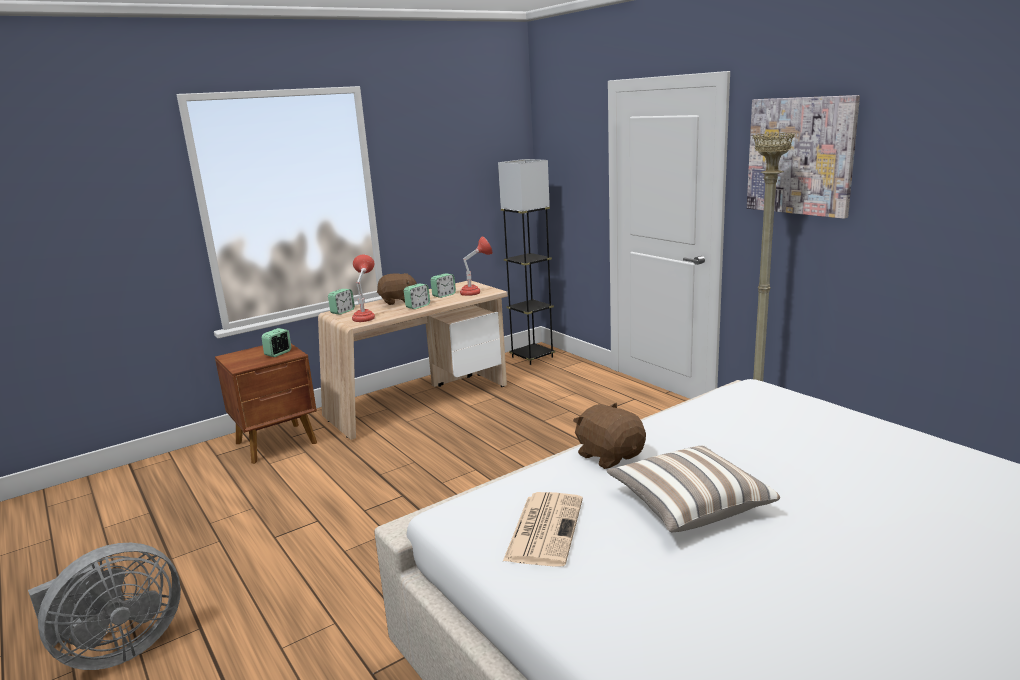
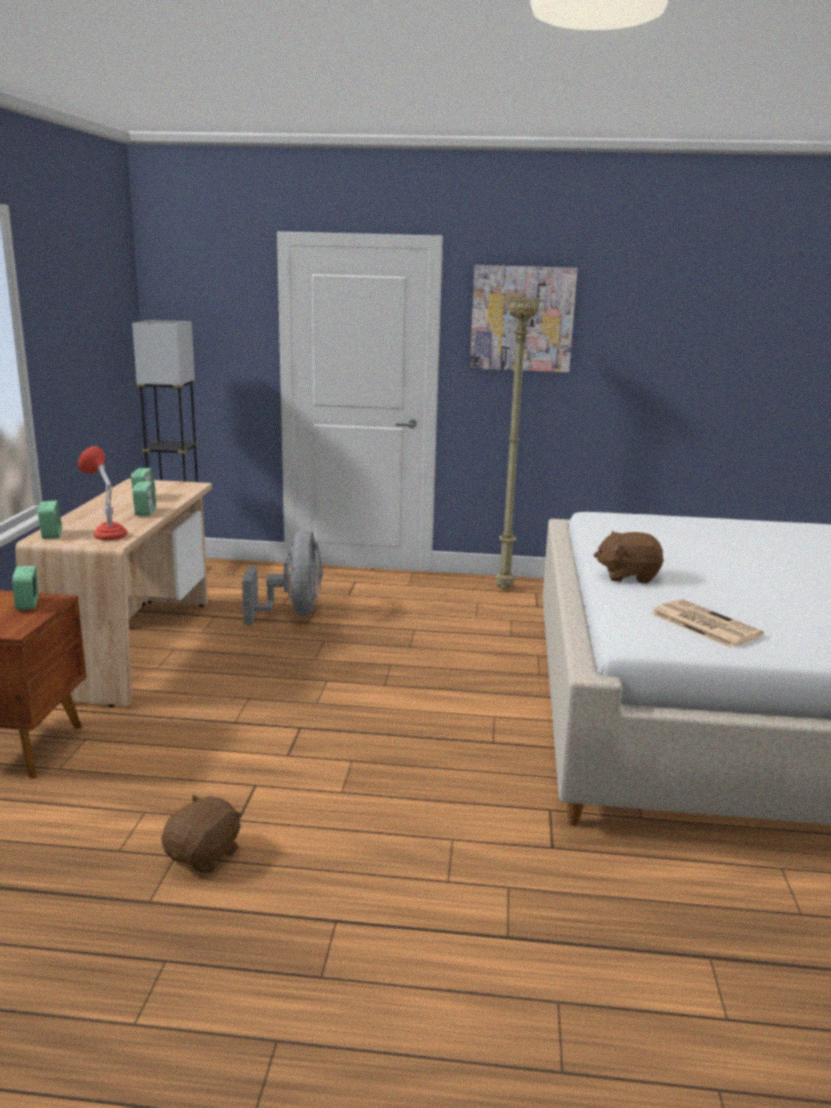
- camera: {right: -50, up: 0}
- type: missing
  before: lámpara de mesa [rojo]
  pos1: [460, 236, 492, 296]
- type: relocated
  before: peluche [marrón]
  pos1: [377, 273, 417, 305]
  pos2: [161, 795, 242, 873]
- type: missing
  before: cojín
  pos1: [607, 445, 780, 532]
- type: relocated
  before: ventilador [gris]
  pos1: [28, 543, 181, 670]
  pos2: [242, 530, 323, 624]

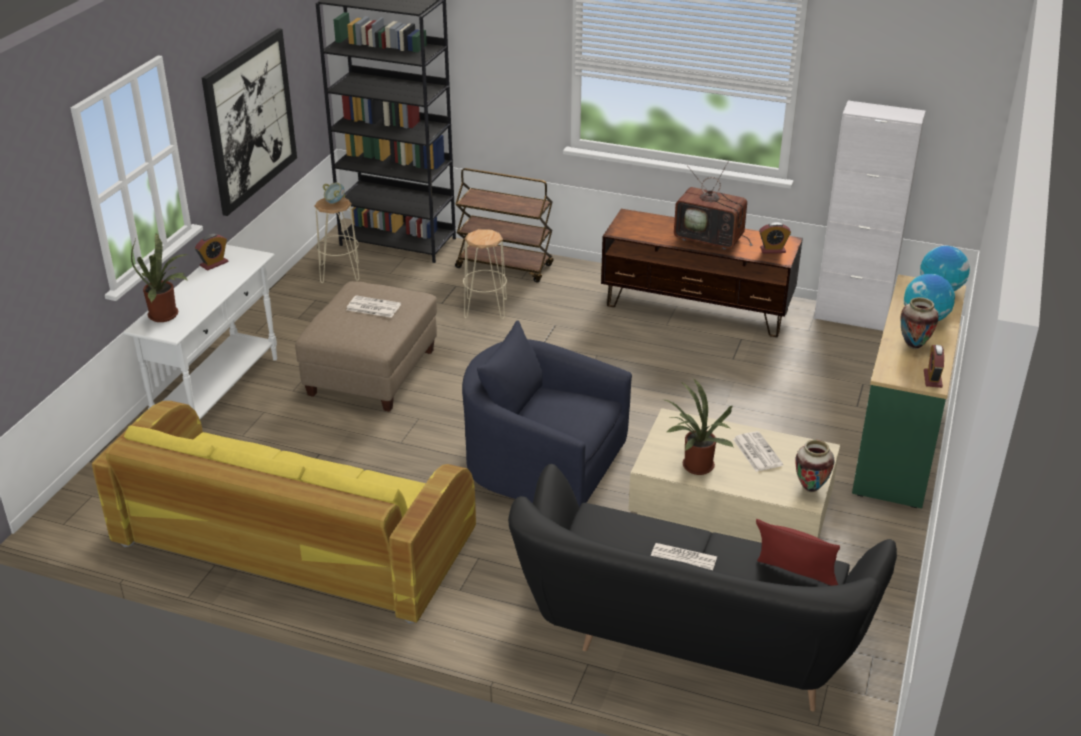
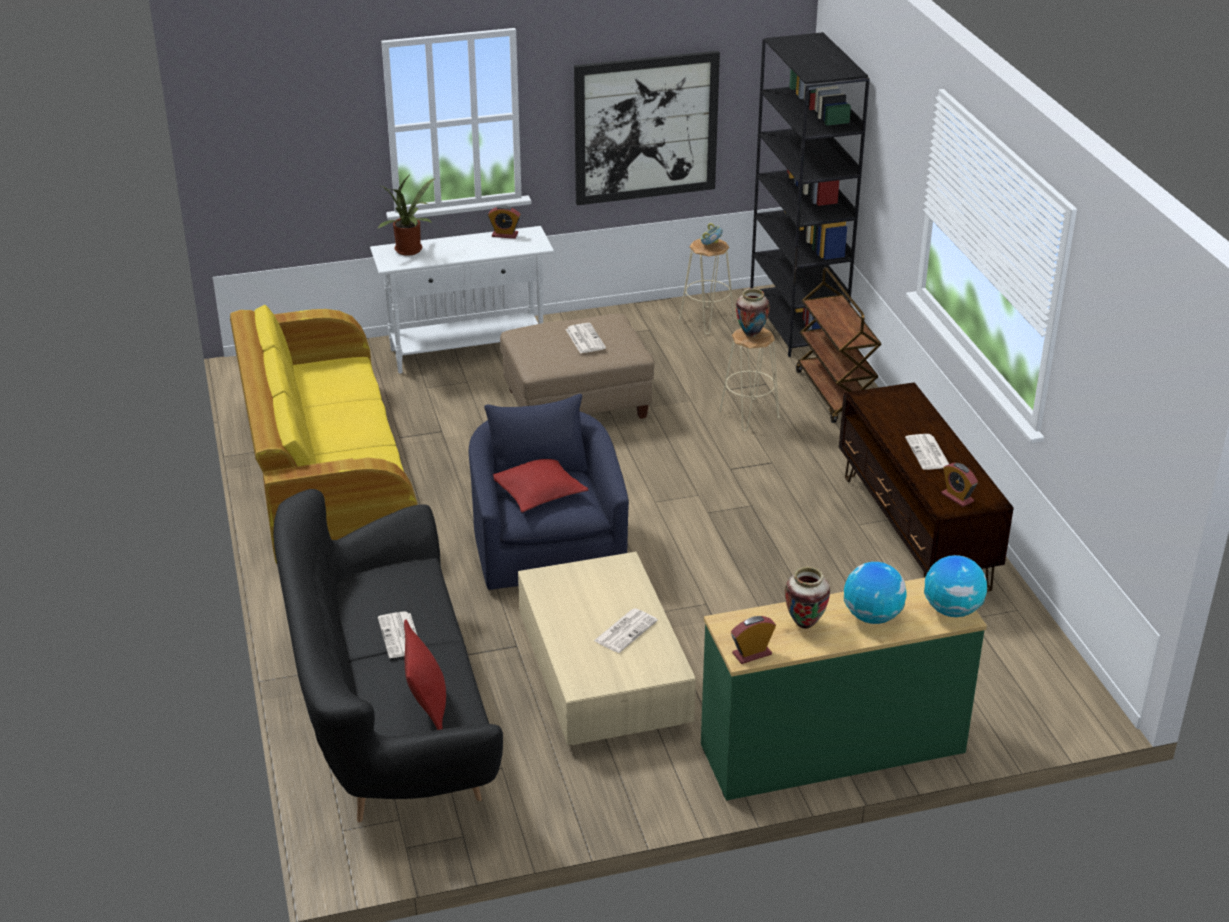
- camera: {right: 55, up: 0}
- type: missing
  before: armario [blanco]
  pos1: [814, 101, 926, 331]
- type: exchanged
  before: televisor
  after: periódico
  pos1: [674, 161, 752, 250]
  pos2: [905, 434, 949, 470]
- type: missing
  before: planta en maceta
  pos1: [665, 378, 734, 475]
- type: relocated
  before: florero
  pos1: [795, 440, 835, 492]
  pos2: [736, 288, 770, 337]
- type: appeared
  after: cojín [rojo]
  pos2: [493, 459, 588, 513]

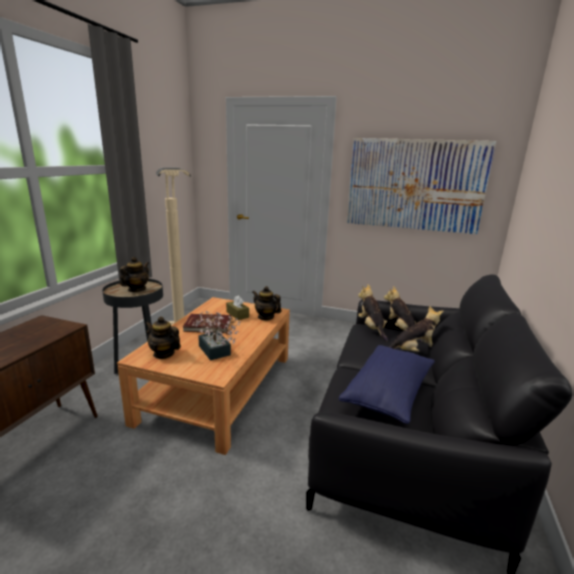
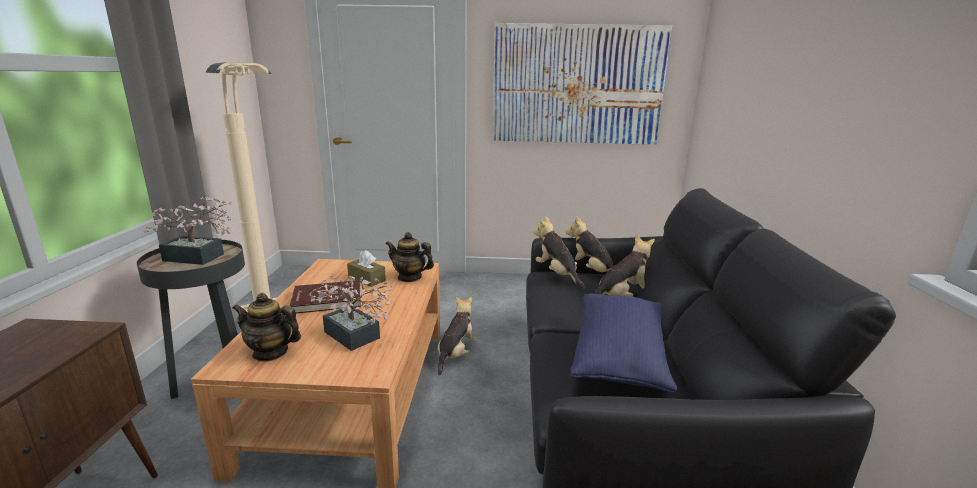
- camera: {right: -15, up: 0}
- type: exchanged
  before: tetera
  after: planta en maceta
  pos1: [120, 257, 149, 292]
  pos2: [144, 197, 232, 265]
- type: appeared
  after: peluche
  pos2: [438, 297, 478, 376]

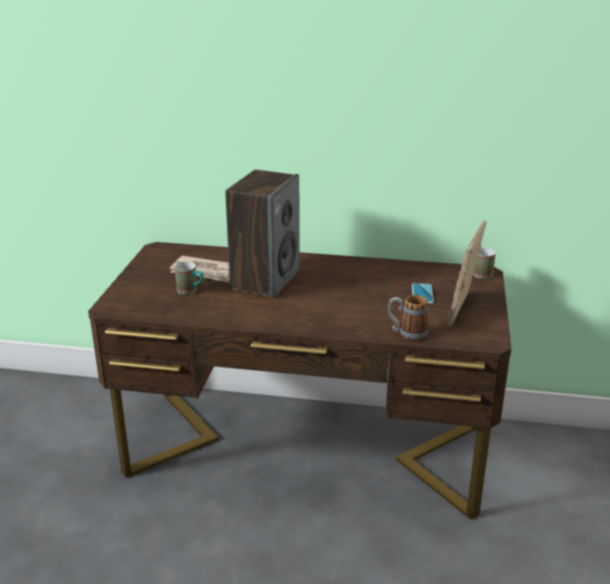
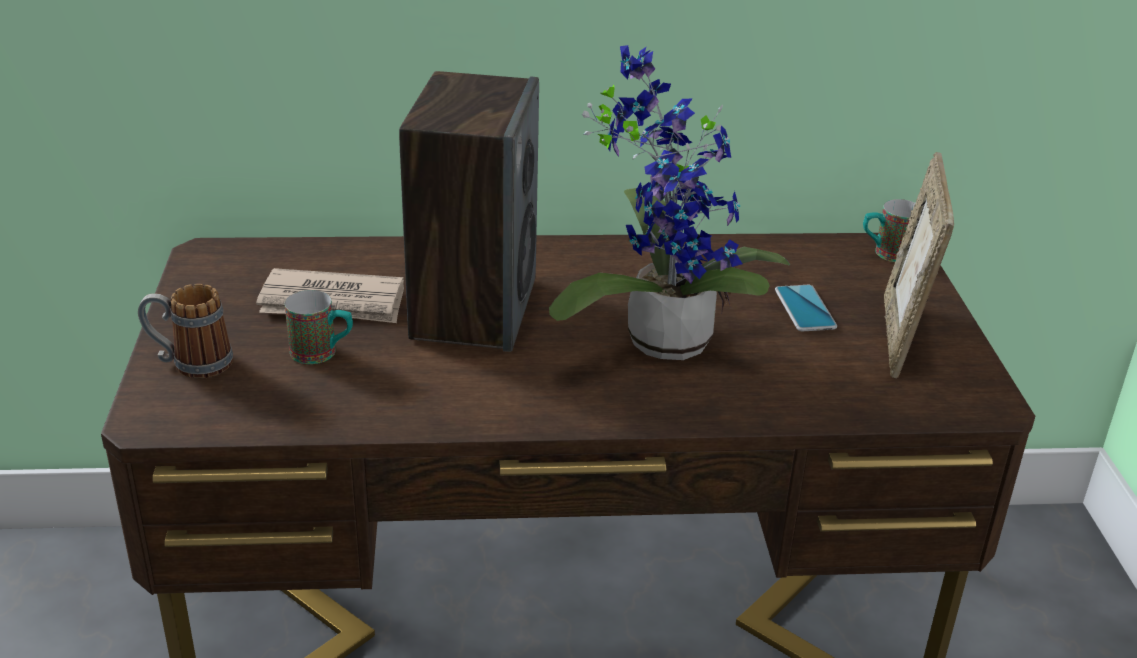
- camera: {right: -15, up: 5}
- type: relocated
  before: taza grande
  pos1: [388, 295, 428, 341]
  pos2: [138, 284, 233, 379]
- type: appeared
  after: planta en maceta
  pos2: [549, 45, 790, 360]

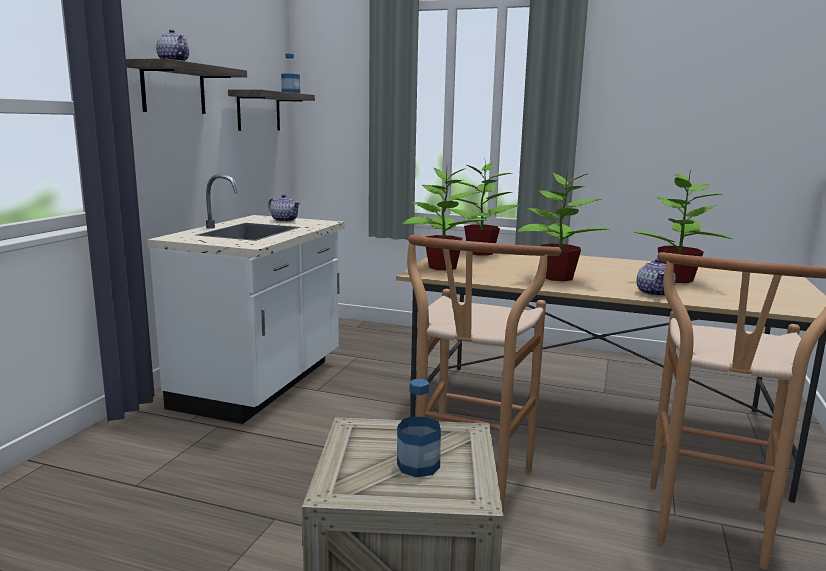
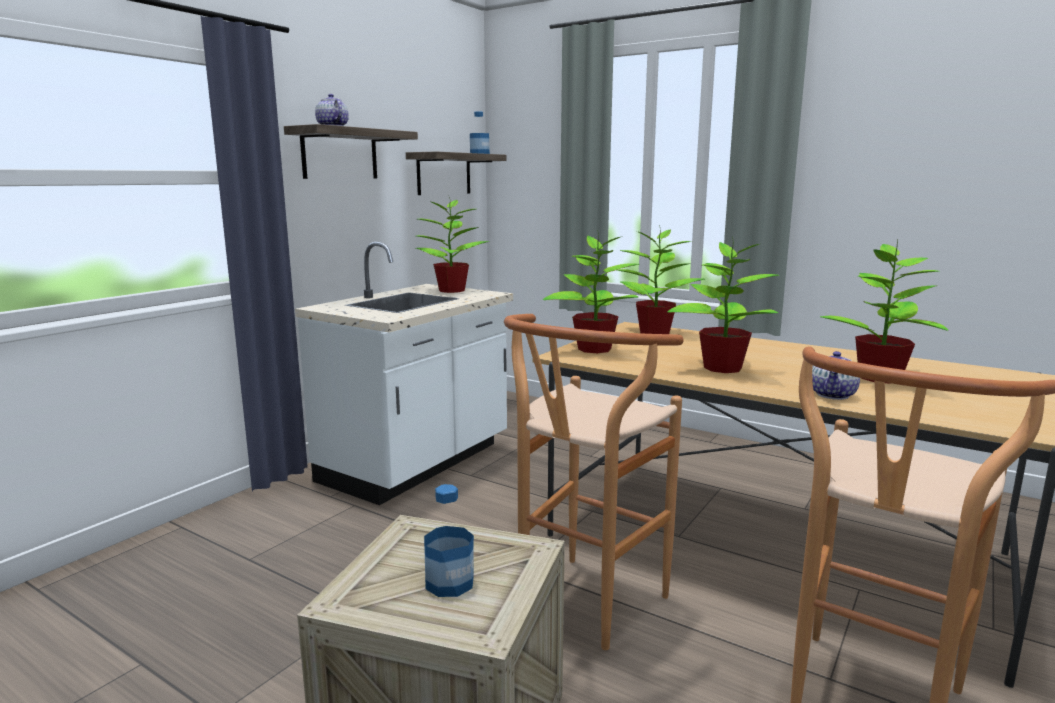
- camera: {right: 15, up: 0}
- type: exchanged
  before: tetera
  after: planta en maceta
  pos1: [268, 194, 300, 222]
  pos2: [416, 196, 490, 293]

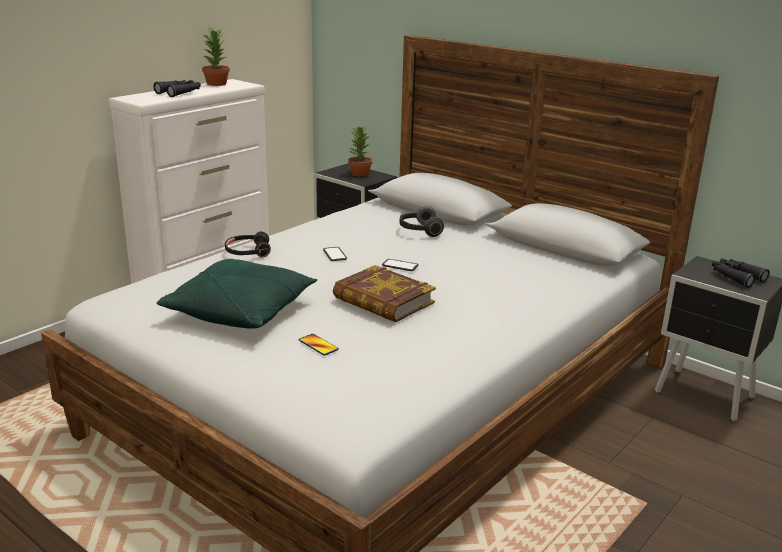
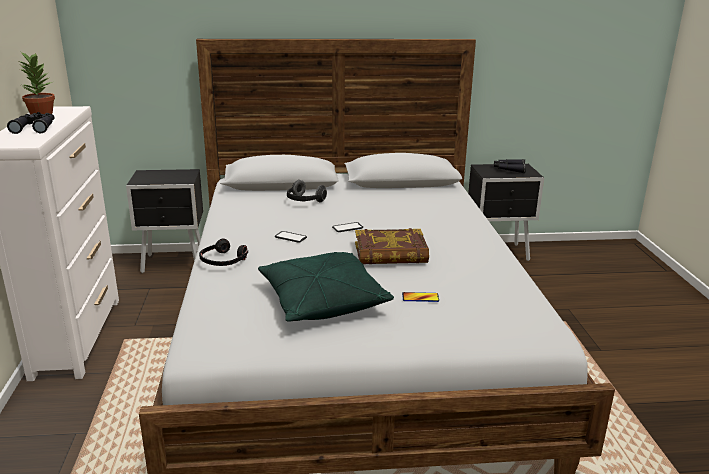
- camera: {right: -45, up: 0}
- type: missing
  before: planta en maceta
  pos1: [348, 126, 373, 177]

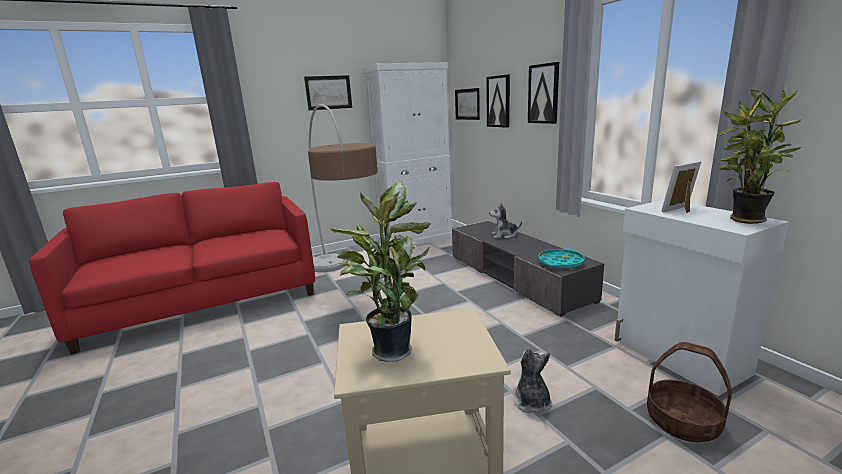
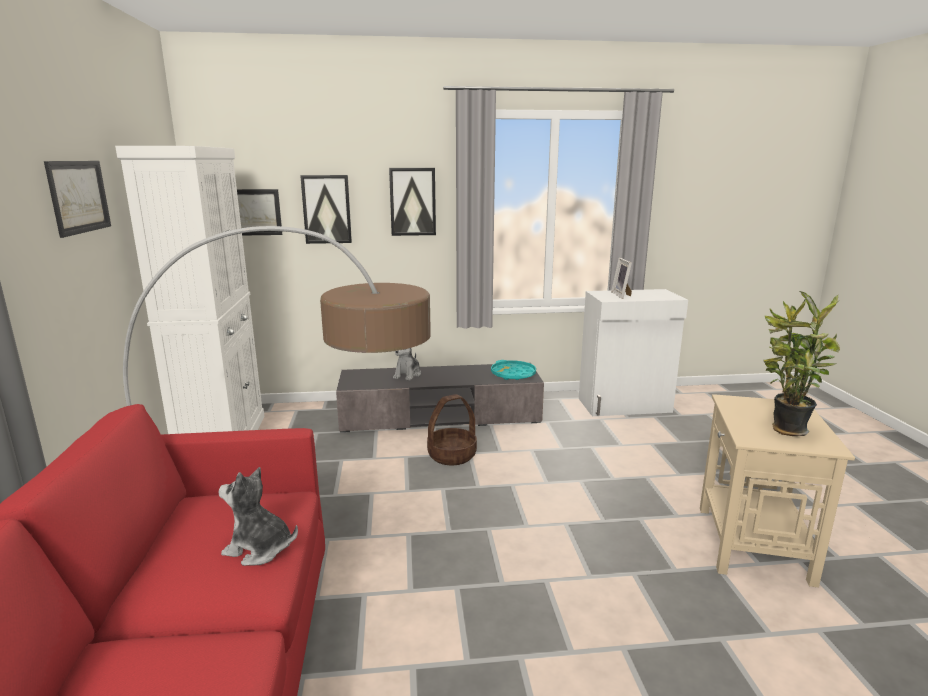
- camera: {right: -70, up: 0}
- type: missing
  before: planta en maceta
  pos1: [718, 89, 802, 224]
- type: relocated
  before: cesta
  pos1: [647, 342, 732, 442]
  pos2: [427, 394, 477, 465]
- type: relocated
  before: peluche
  pos1: [513, 348, 552, 413]
  pos2: [219, 467, 298, 566]

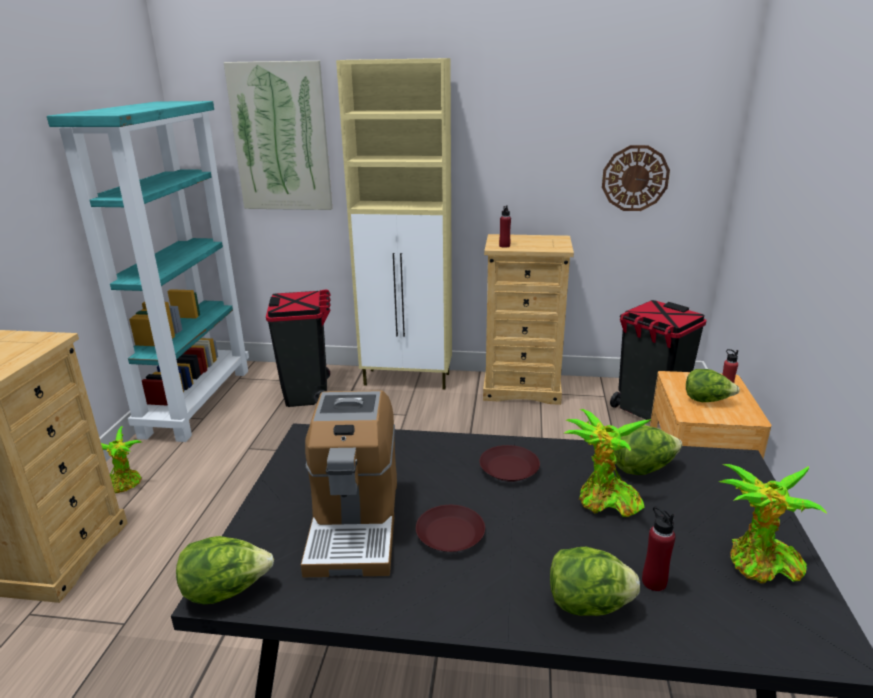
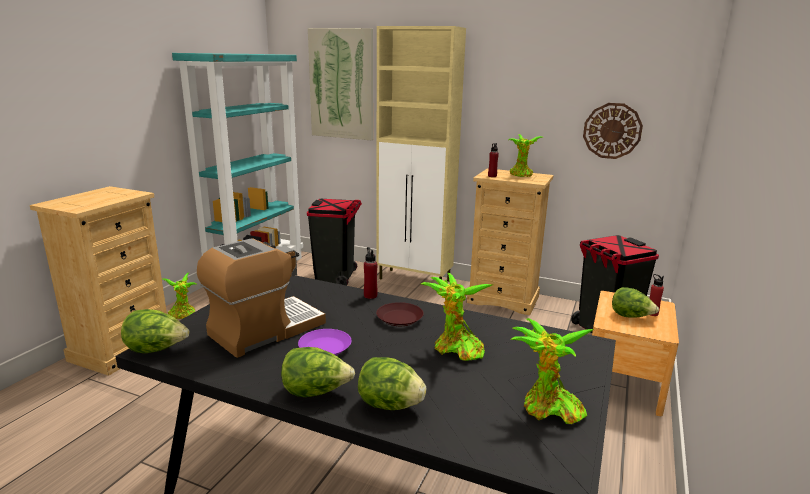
- camera: {right: 15, up: -5}
- type: spun
  before: cafetera
  pos1: [301, 390, 397, 577]
  pos2: [197, 238, 326, 358]
  turn: -150
- type: relocated
  before: lechuga
  pos1: [614, 425, 682, 475]
  pos2: [281, 347, 355, 397]
- type: colour
  before: plato [marrón]
  after: plato [morado]
  pos1: [416, 505, 485, 552]
  pos2: [298, 329, 351, 355]
- type: relocated
  before: botella [rojo]
  pos1: [642, 506, 676, 591]
  pos2: [364, 247, 378, 299]
- type: appeared
  after: planta en maceta
  pos2: [508, 134, 542, 177]

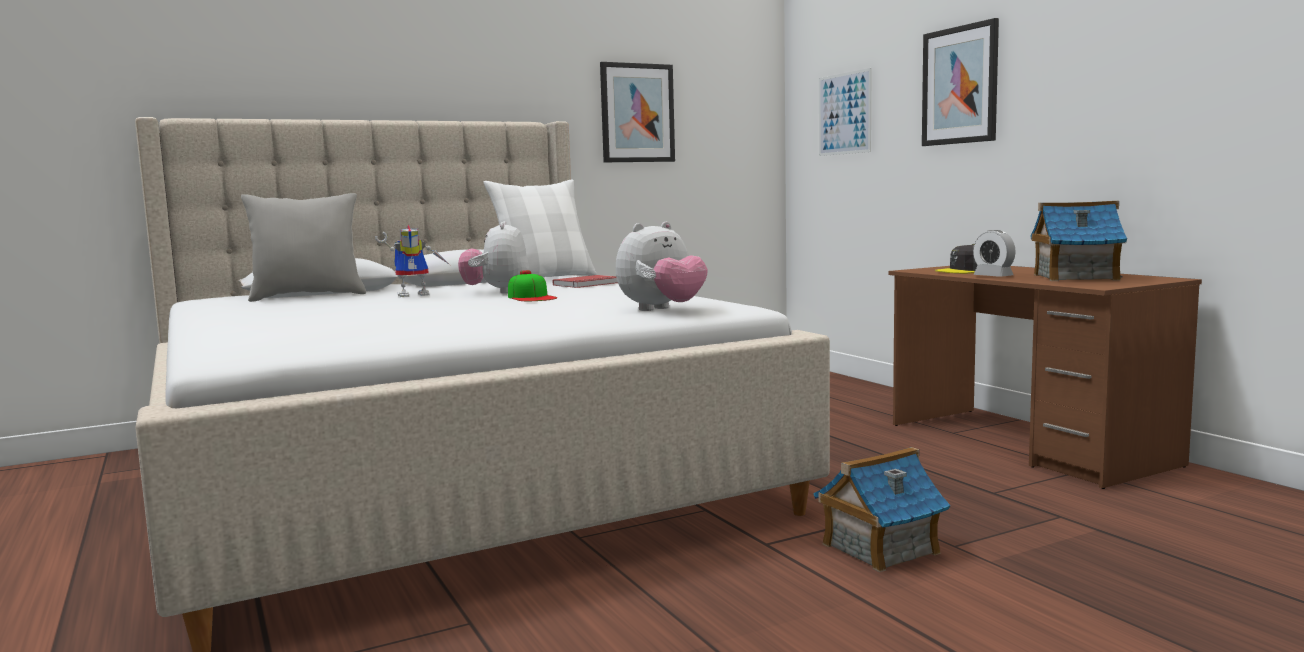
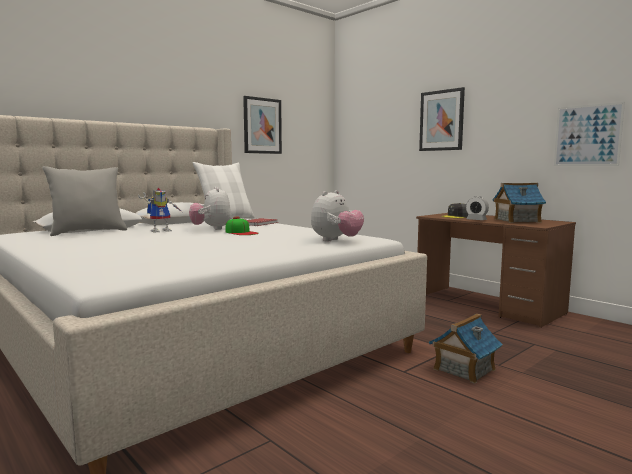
- camera: {right: -15, up: 0}
- type: relocated
  before: cuadro
  pos1: [819, 68, 872, 156]
  pos2: [554, 102, 625, 166]

